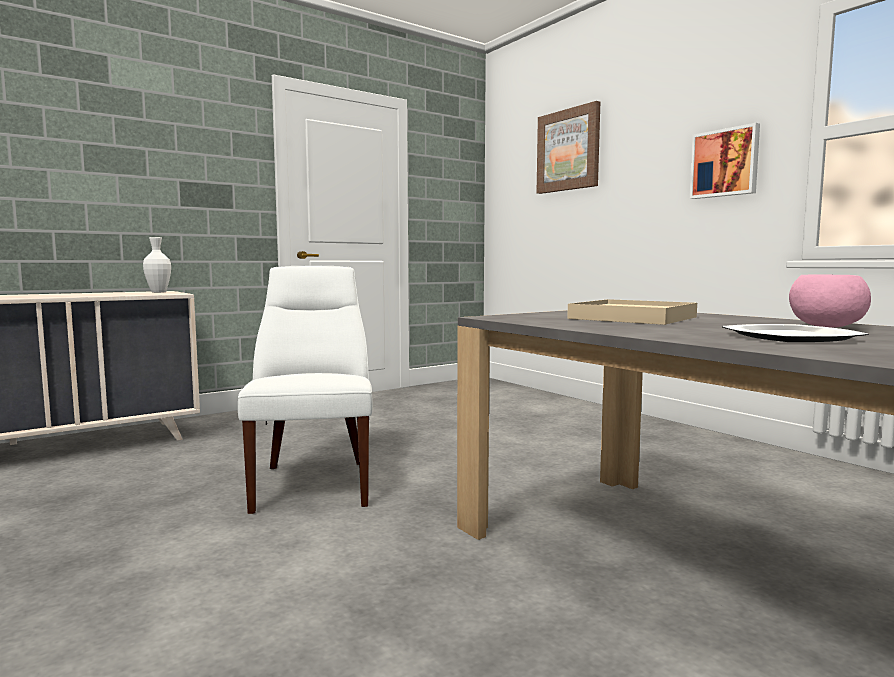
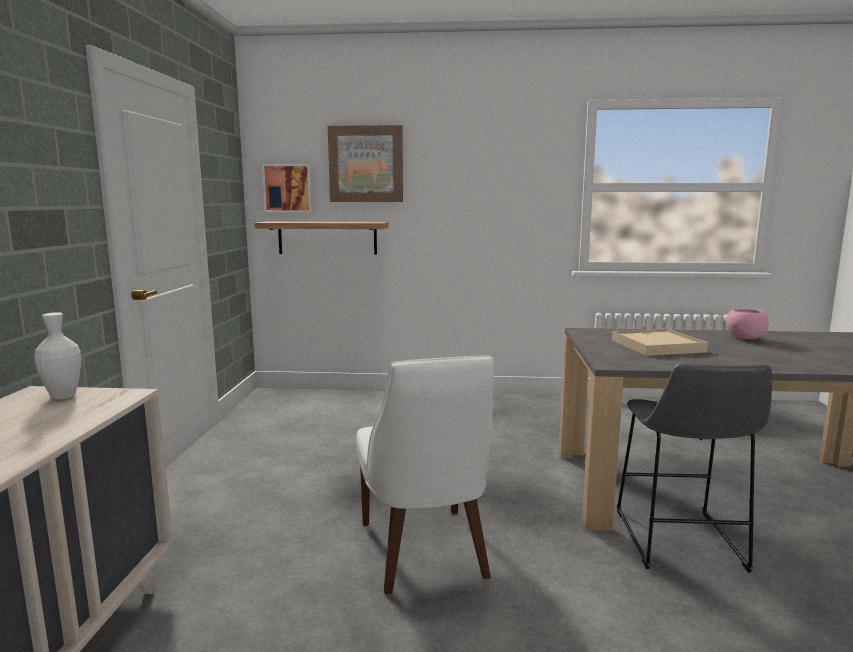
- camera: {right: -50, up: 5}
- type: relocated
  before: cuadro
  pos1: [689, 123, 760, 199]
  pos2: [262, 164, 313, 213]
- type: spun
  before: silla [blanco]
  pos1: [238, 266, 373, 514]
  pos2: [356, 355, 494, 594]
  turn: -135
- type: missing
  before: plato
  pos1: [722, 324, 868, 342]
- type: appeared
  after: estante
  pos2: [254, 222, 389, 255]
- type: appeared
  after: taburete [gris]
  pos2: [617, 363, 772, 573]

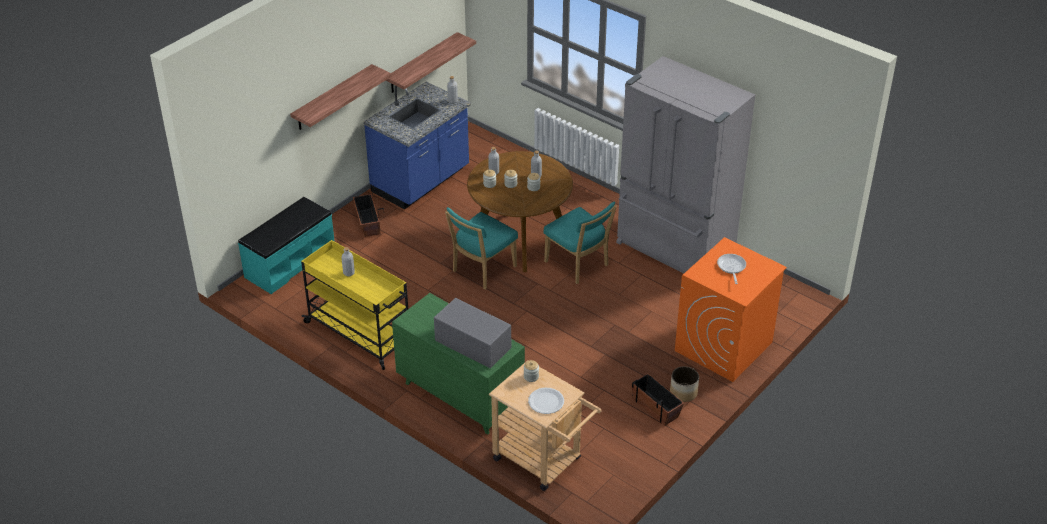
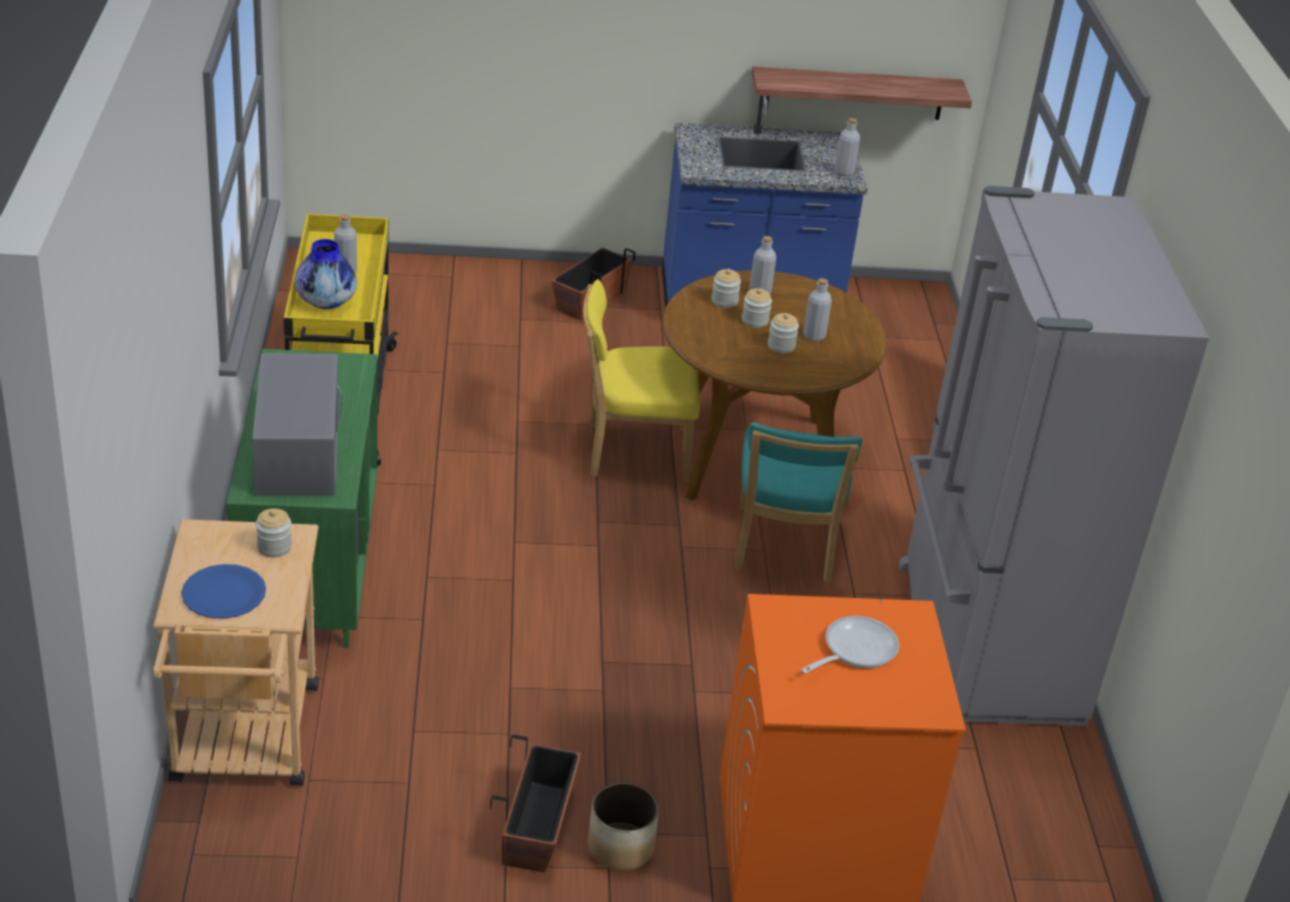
- camera: {right: 45, up: -5}
- type: missing
  before: estante
  pos1: [290, 64, 392, 130]
- type: missing
  before: banco [turquesa]
  pos1: [238, 197, 334, 294]
- type: colour
  before: silla [turquesa]
  after: silla [amarillo]
  pos1: [445, 207, 518, 290]
  pos2: [583, 279, 700, 483]
- type: colour
  before: plato [blanco]
  after: plato [azul]
  pos1: [528, 388, 564, 414]
  pos2: [181, 564, 266, 619]
- type: appeared
  after: florero
  pos2: [295, 239, 357, 309]

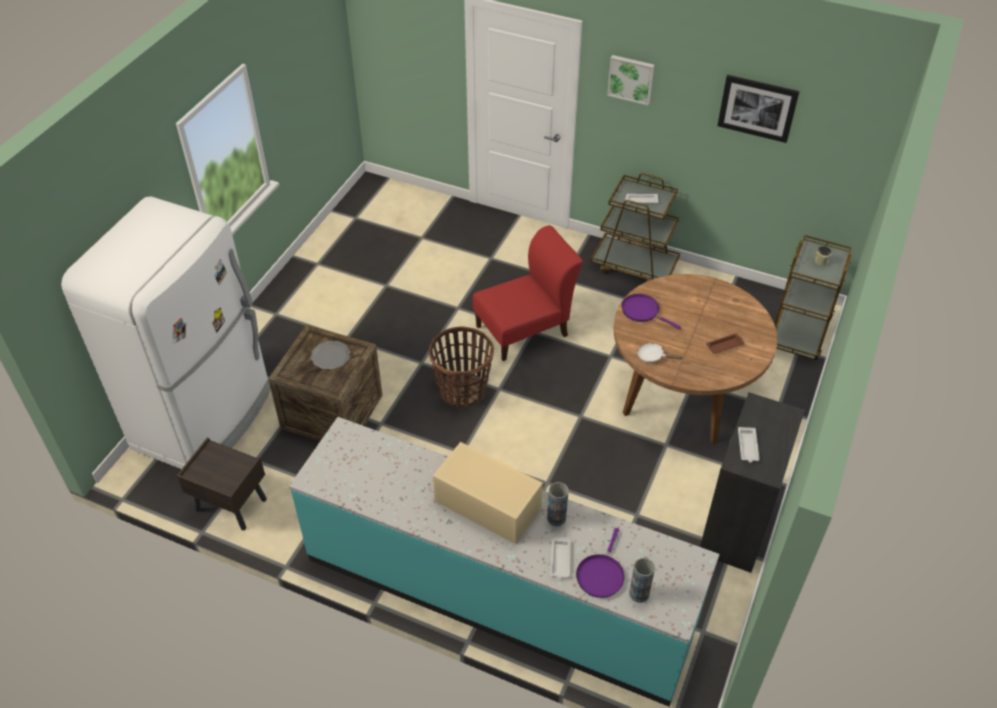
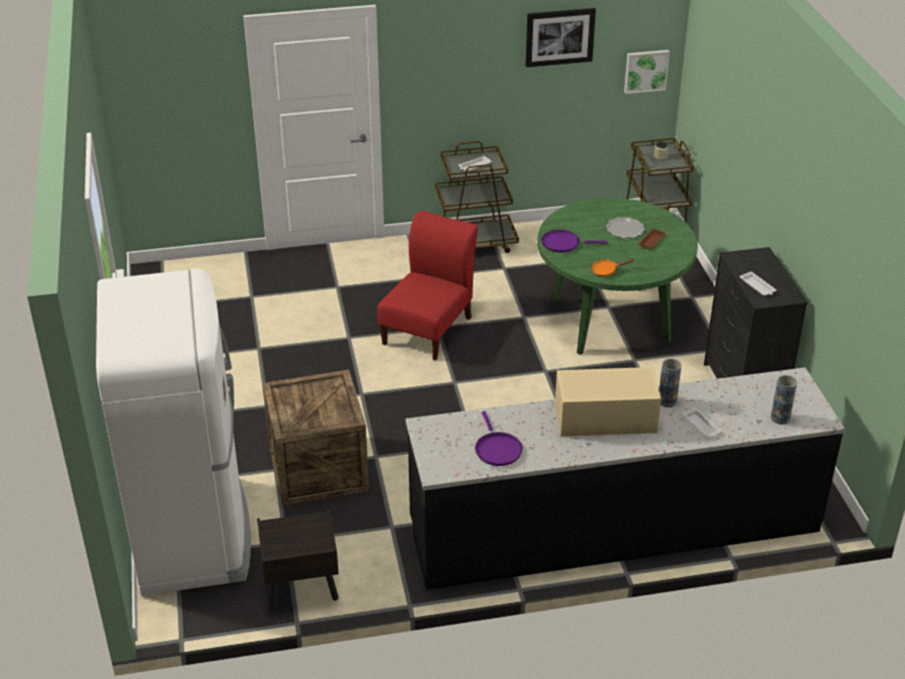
- camera: {right: -35, up: -10}
- type: relocated
  before: cuadro
  pos1: [607, 55, 654, 105]
  pos2: [624, 50, 670, 94]
- type: colour
  before: mesa de comedor [marrón]
  after: mesa de comedor [verde]
  pos1: [614, 274, 777, 444]
  pos2: [538, 198, 698, 355]
- type: missing
  before: cesta
  pos1: [429, 327, 494, 407]
- type: relocated
  before: plato
  pos1: [311, 341, 350, 370]
  pos2: [606, 217, 645, 238]
- type: colour
  before: sartén [blanco]
  after: sartén [naranja]
  pos1: [638, 343, 683, 363]
  pos2: [591, 259, 634, 276]
- type: colour
  before: mueble bajo de cocina [turquesa]
  after: mueble bajo de cocina [negro]
  pos1: [289, 417, 719, 707]
  pos2: [406, 367, 845, 590]
- type: relocated
  before: sartén [morado]
  pos1: [576, 528, 625, 598]
  pos2: [475, 411, 523, 466]

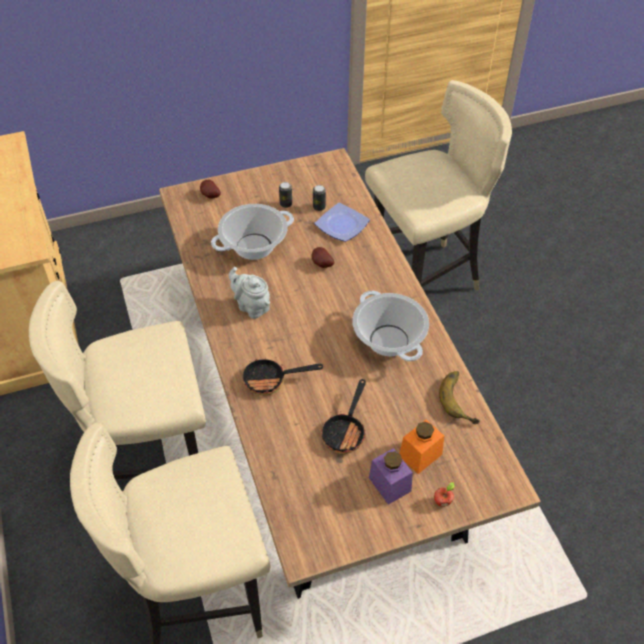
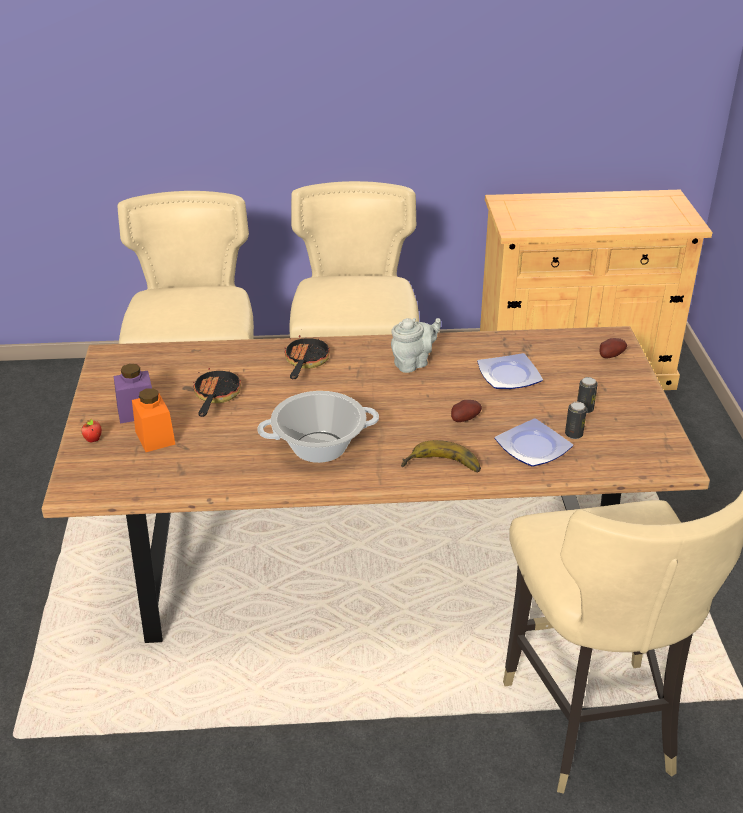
- camera: {right: 105, up: -15}
- type: exchanged
  before: olla
  after: plato
  pos1: [211, 204, 294, 260]
  pos2: [477, 353, 543, 389]
- type: relocated
  before: plátano
  pos1: [439, 371, 480, 424]
  pos2: [401, 440, 481, 472]
- type: spun
  before: sartén
  pos1: [321, 379, 366, 455]
  pos2: [193, 368, 241, 417]
  turn: 60

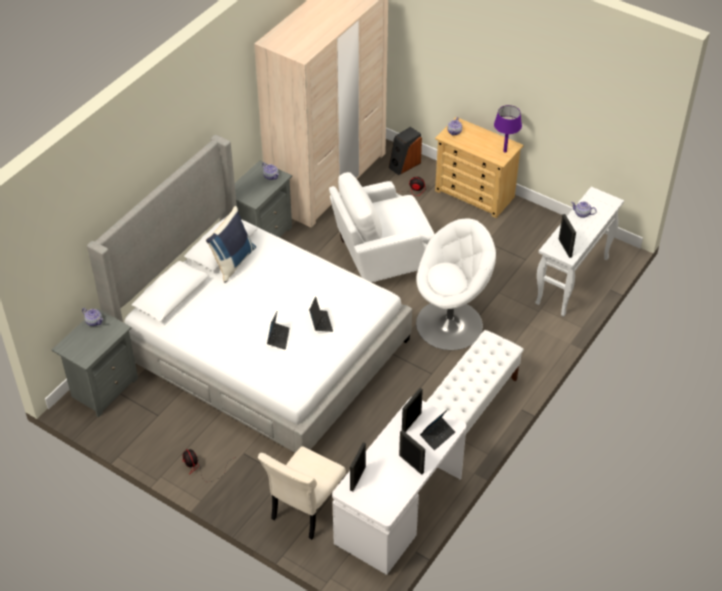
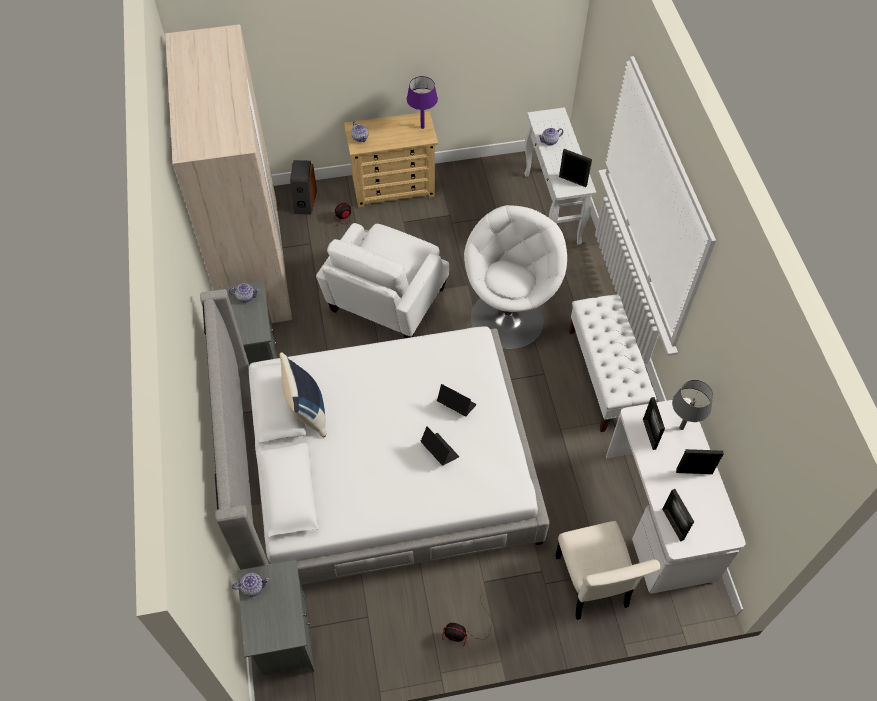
- camera: {right: -45, up: 10}
- type: exchanged
  before: portátil
  after: lámpara de mesa [gris]
  pos1: [420, 409, 455, 450]
  pos2: [672, 380, 713, 430]

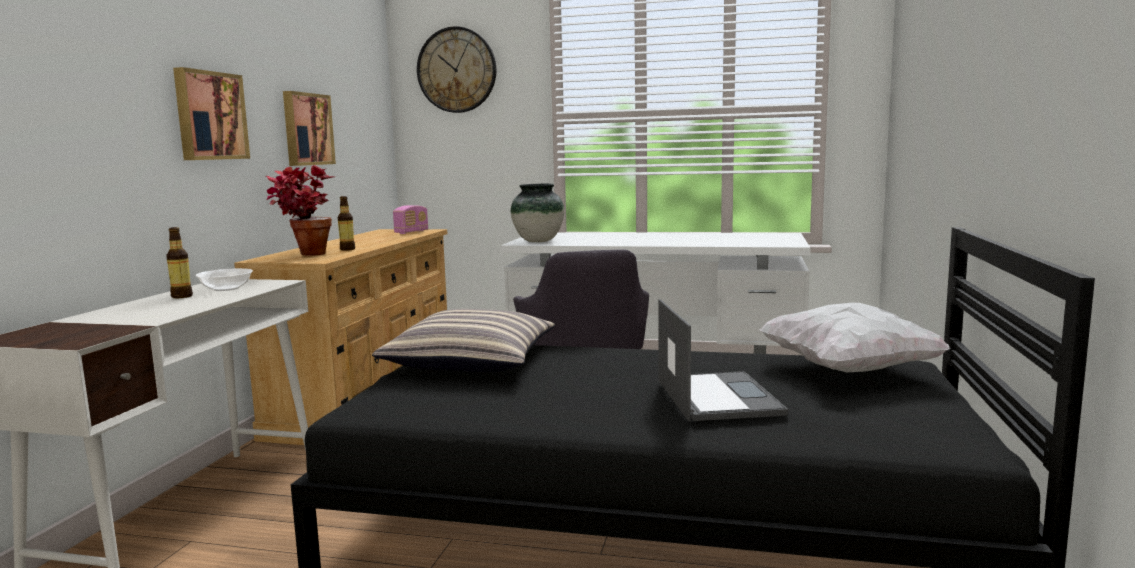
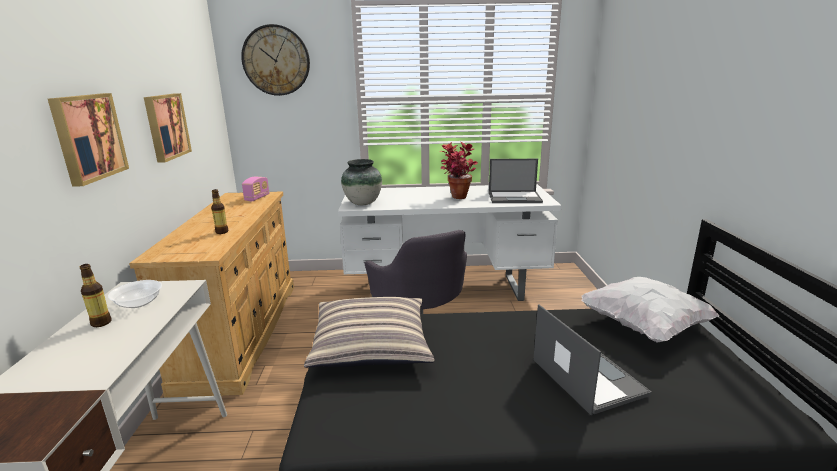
- camera: {right: -15, up: 10}
- type: relocated
  before: planta en maceta
  pos1: [266, 165, 334, 256]
  pos2: [440, 142, 478, 199]
- type: appeared
  after: portátil
  pos2: [489, 159, 543, 203]

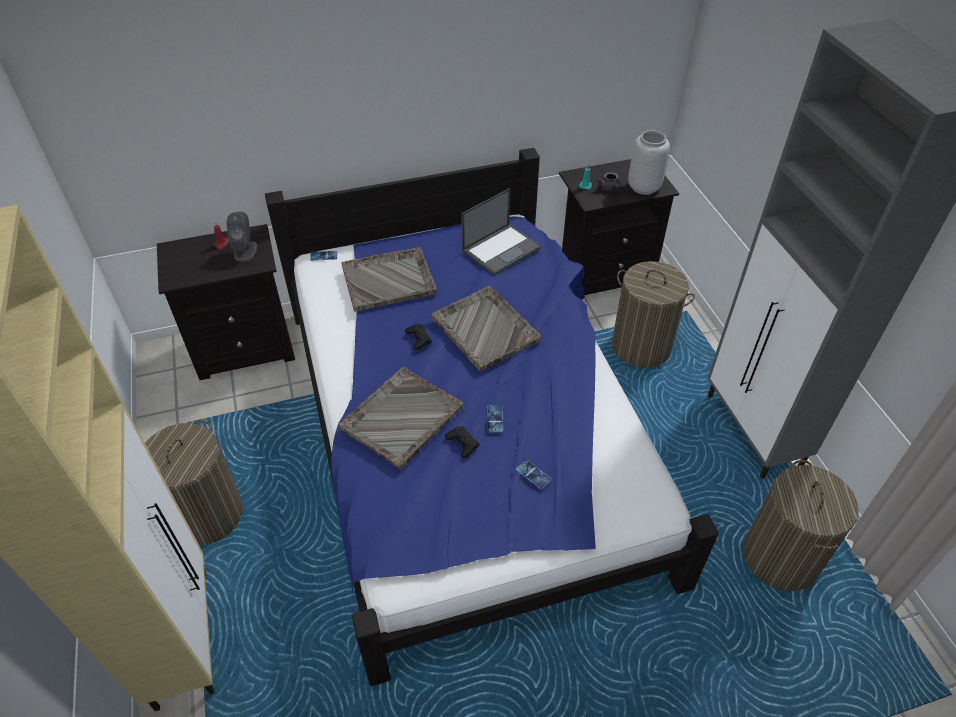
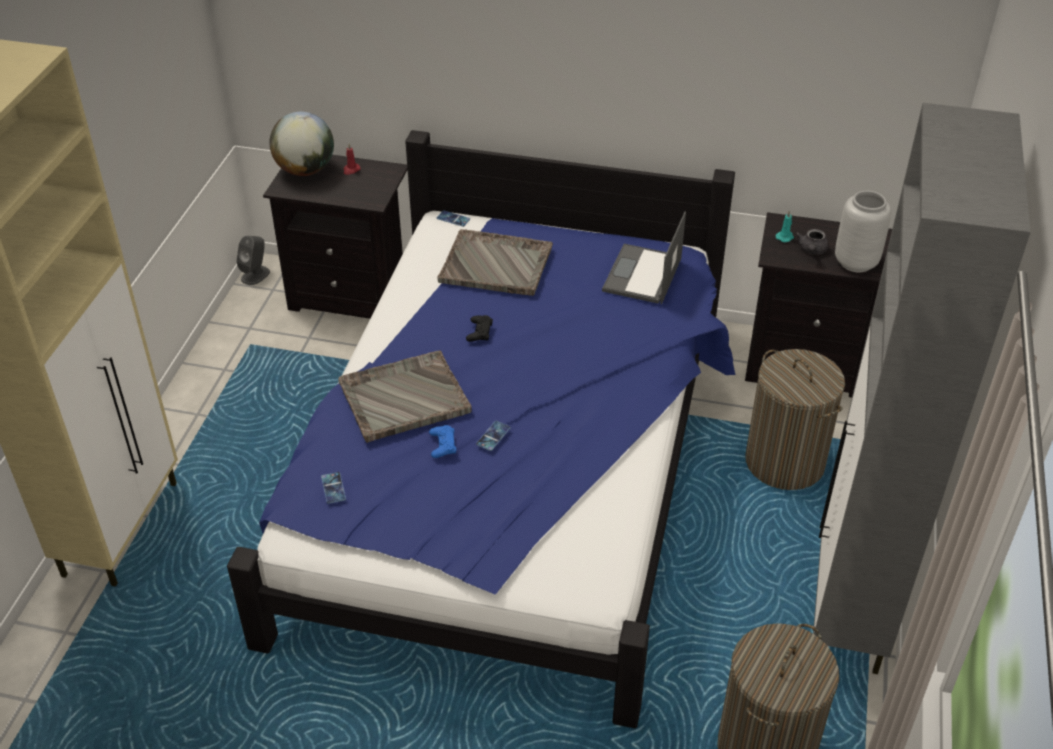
- camera: {right: 30, up: -5}
- type: spun
  before: portátil
  pos1: [461, 188, 541, 276]
  pos2: [602, 212, 686, 304]
  turn: 120
- type: relocated
  before: altavoz [gris]
  pos1: [226, 211, 257, 261]
  pos2: [236, 236, 270, 285]
- type: missing
  before: bandeja [gris]
  pos1: [431, 286, 541, 371]
- type: missing
  before: cesto de la ropa
  pos1: [145, 419, 243, 545]
- type: colour
  before: mando de consola [negro]
  after: mando de consola [azul]
  pos1: [445, 426, 480, 458]
  pos2: [429, 425, 456, 458]
- type: relocated
  before: móvil
  pos1: [516, 460, 552, 489]
  pos2: [321, 472, 346, 504]
- type: appeared
  after: globo terráqueo
  pos2: [269, 112, 334, 176]

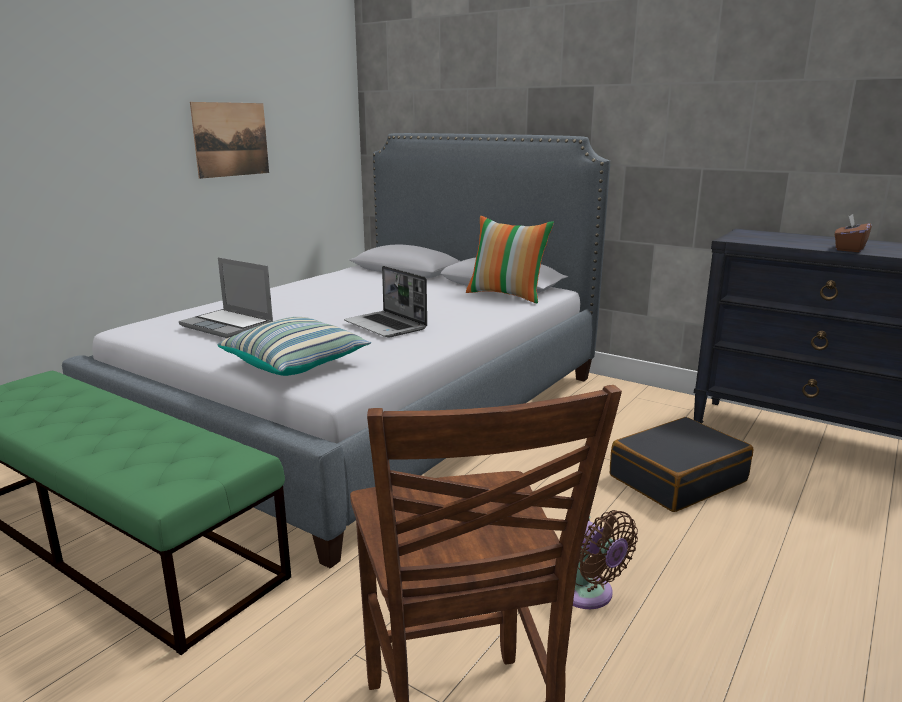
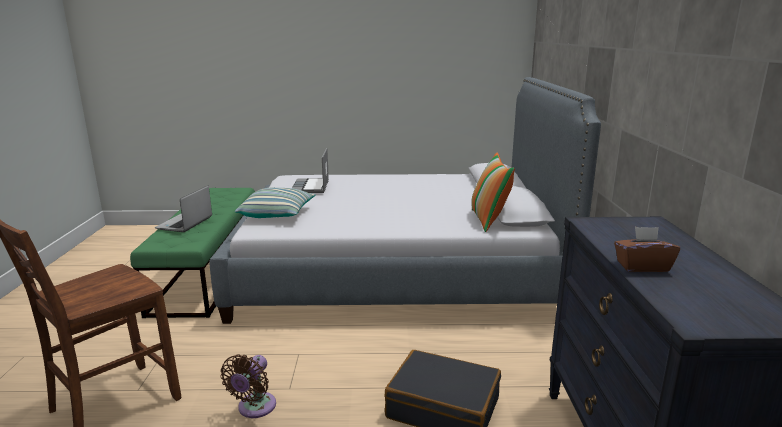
- camera: {right: 55, up: 0}
- type: missing
  before: cuadro
  pos1: [190, 102, 269, 179]
- type: relocated
  before: portátil
  pos1: [344, 266, 427, 338]
  pos2: [155, 185, 212, 232]

